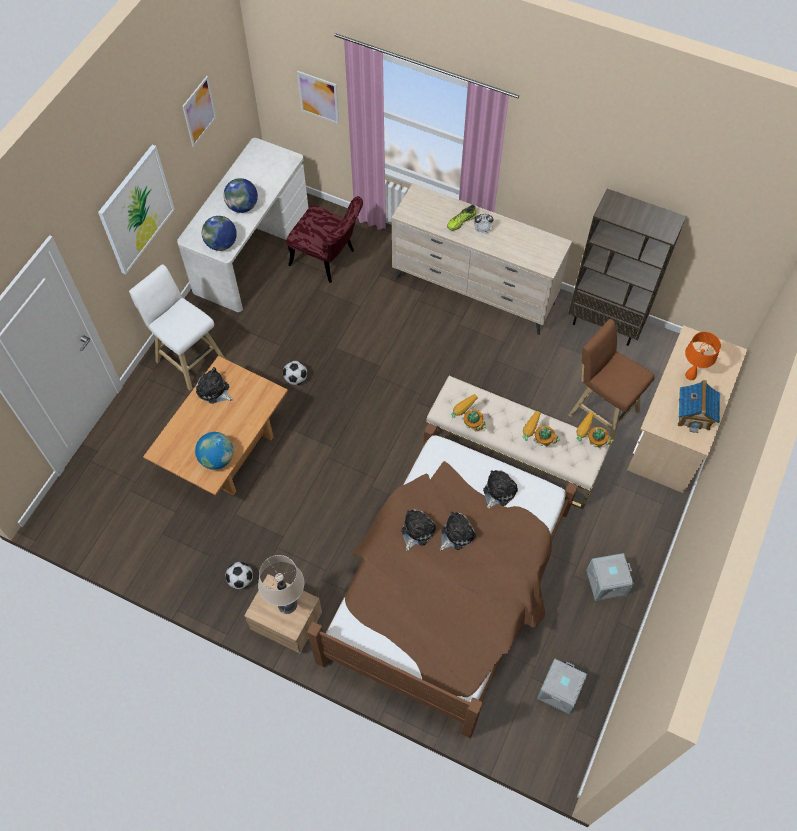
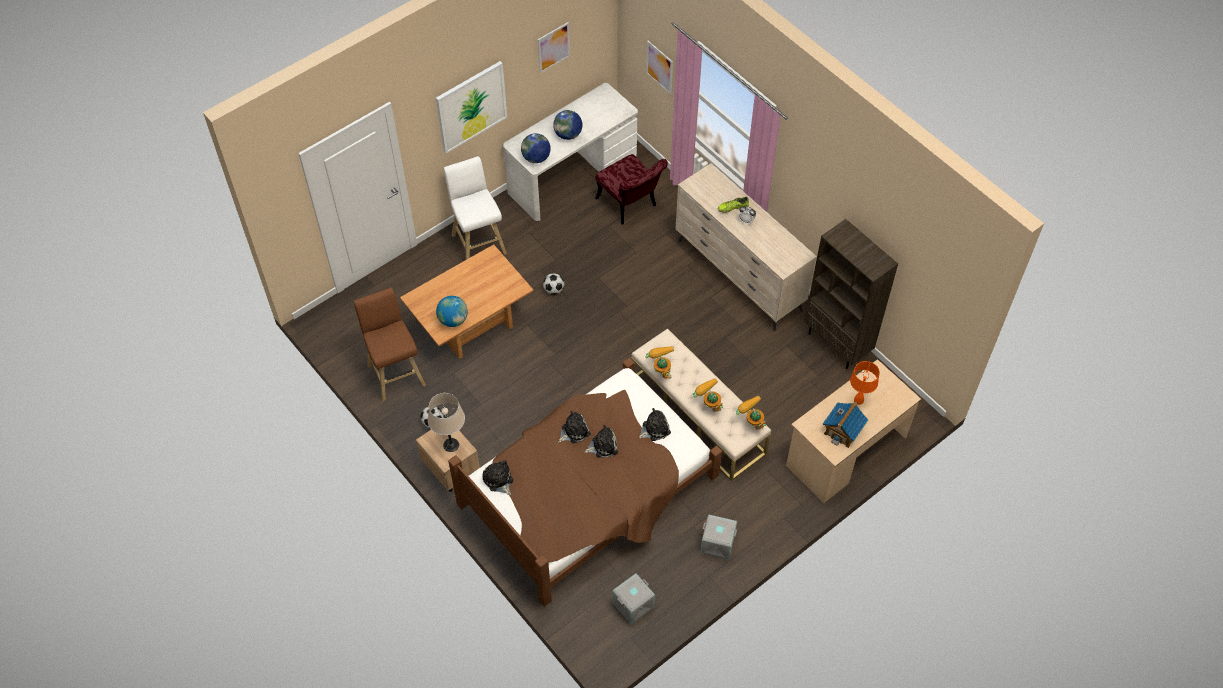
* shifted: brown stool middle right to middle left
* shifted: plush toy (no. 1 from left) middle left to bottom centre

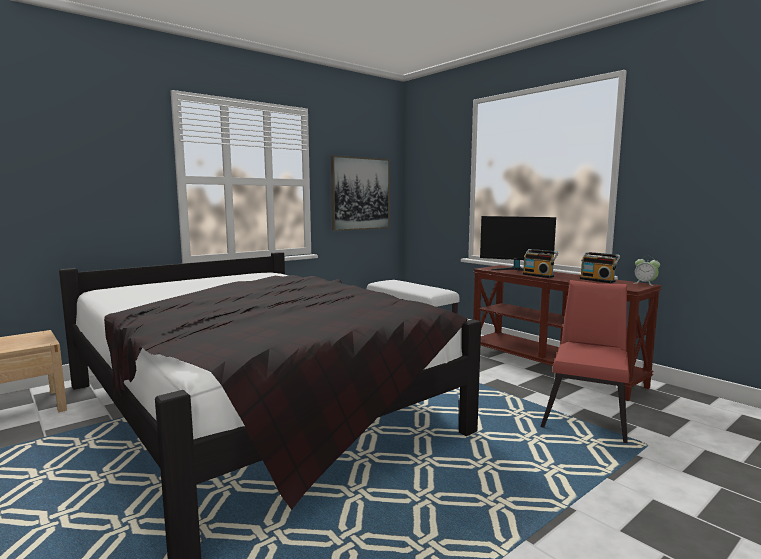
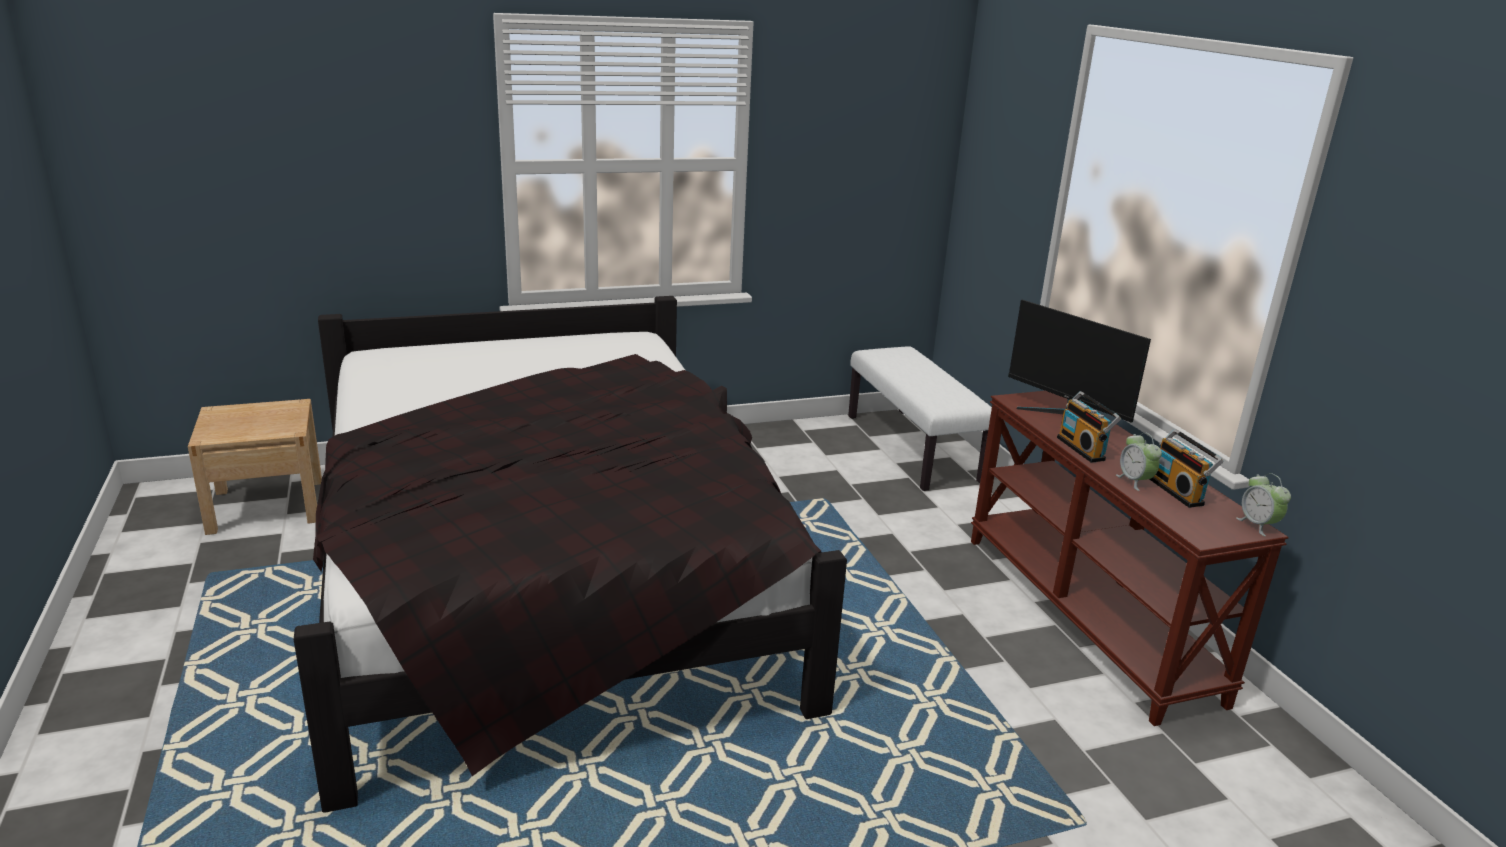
* gone: picture centre
* gone: red chair middle right
* new: alarm clock (no. 1 from left) middle right

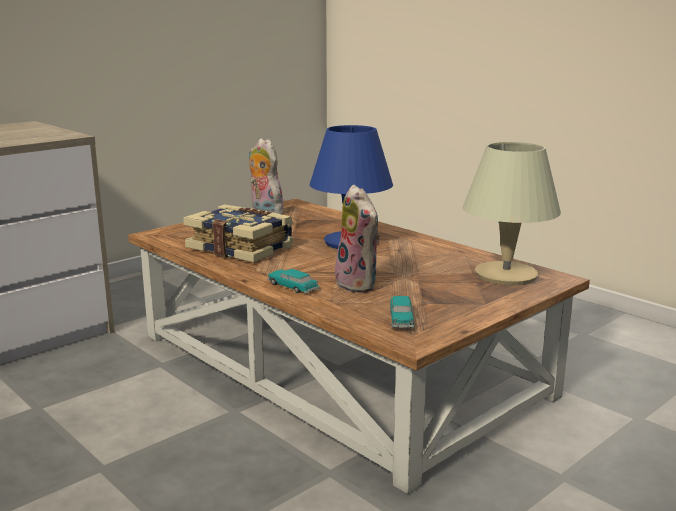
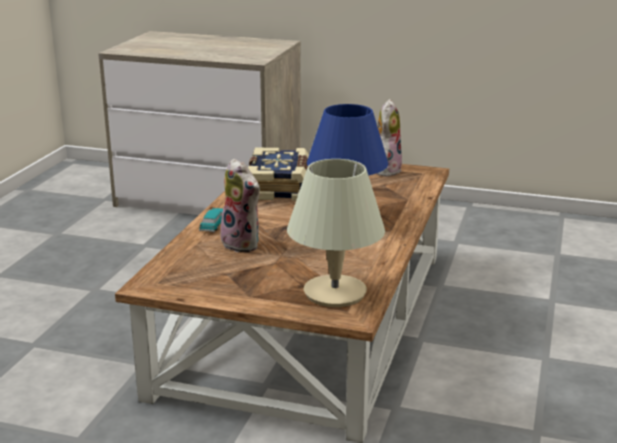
* rotated: plush toy (no. 2 from left in the first image) centre = centre 75 degrees counterclockwise
* gone: toy car (no. 2 from left) centre

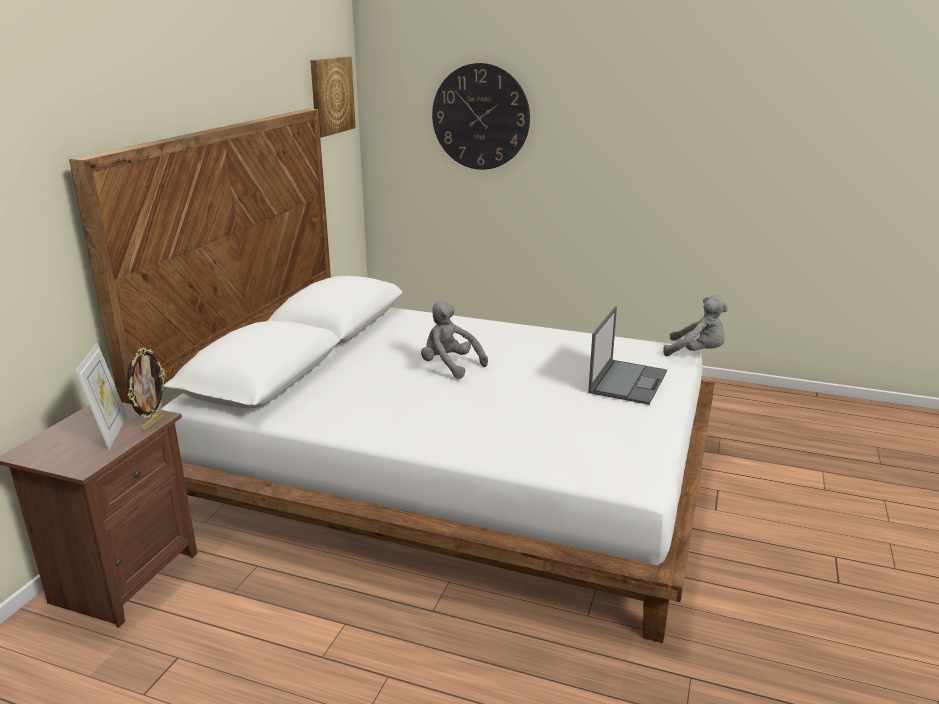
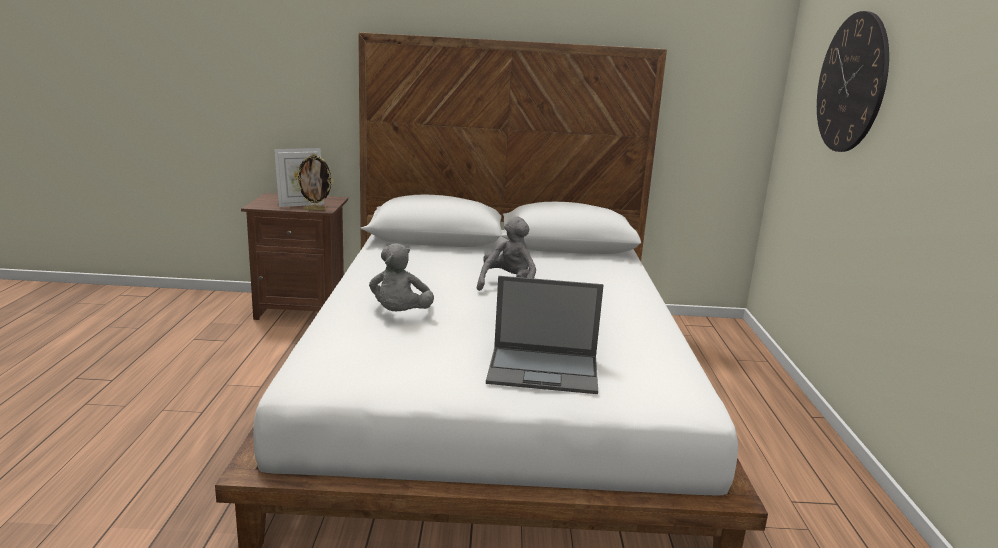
* gone: picture top centre
* shifted: grey plush toy (no. 2 from left in the first image) middle right to grey plush toy (no. 1 from left) centre

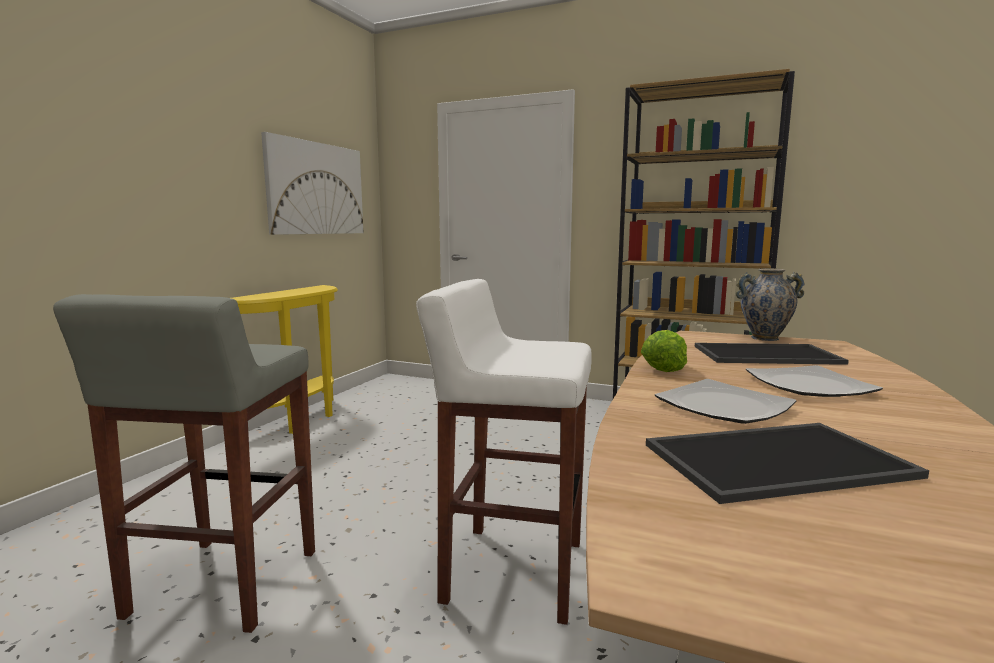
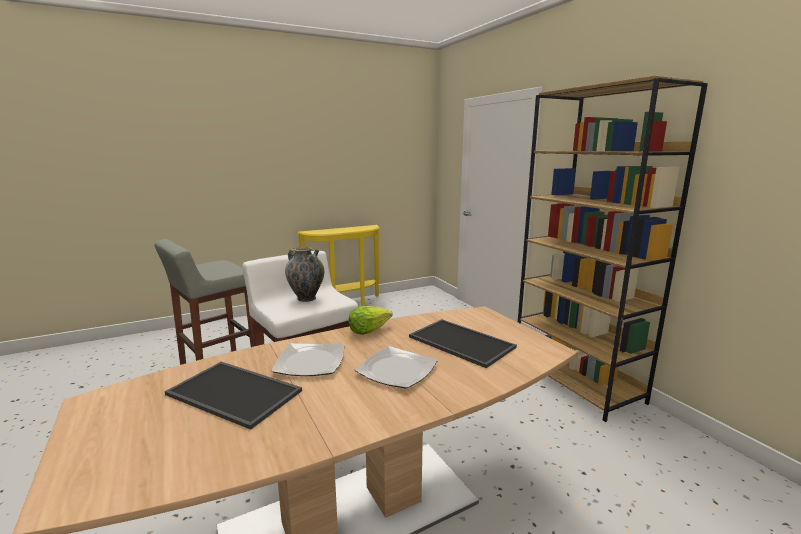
* gone: picture top left
* shifted: vase middle right to centre

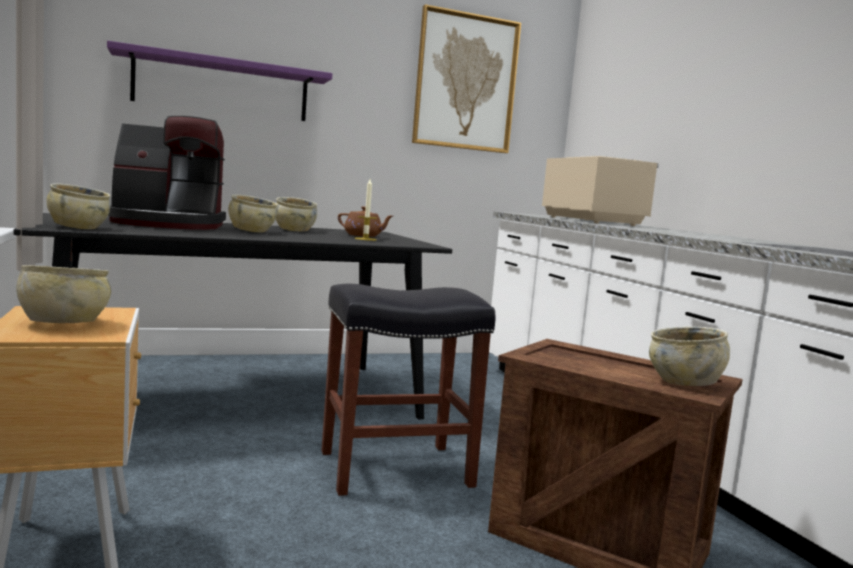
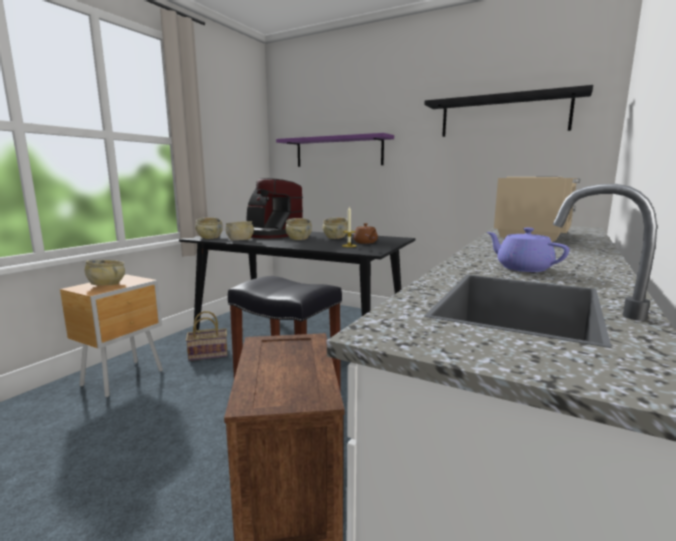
* swapped: picture top centre to black shelf top right
* shifted: beige bowl (no. 5 from left in the first image) middle right to beige bowl (no. 3 from left) centre
* new: purple teapot middle right
* new: basket middle left

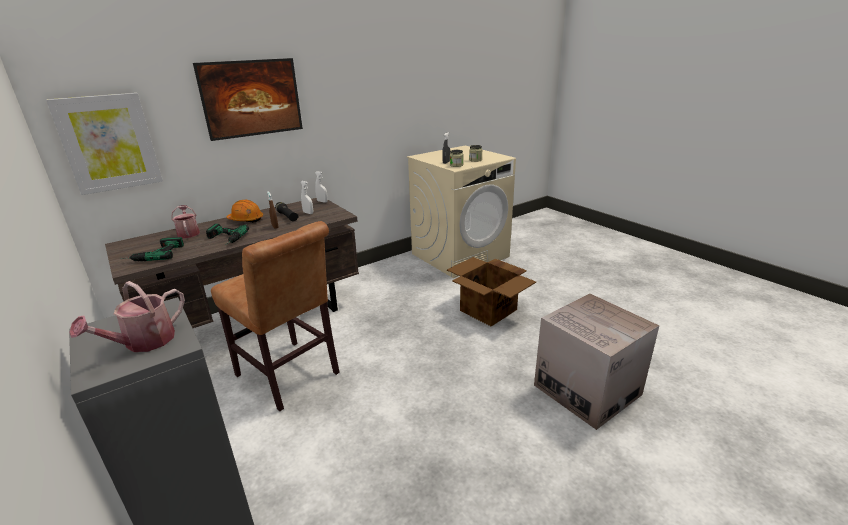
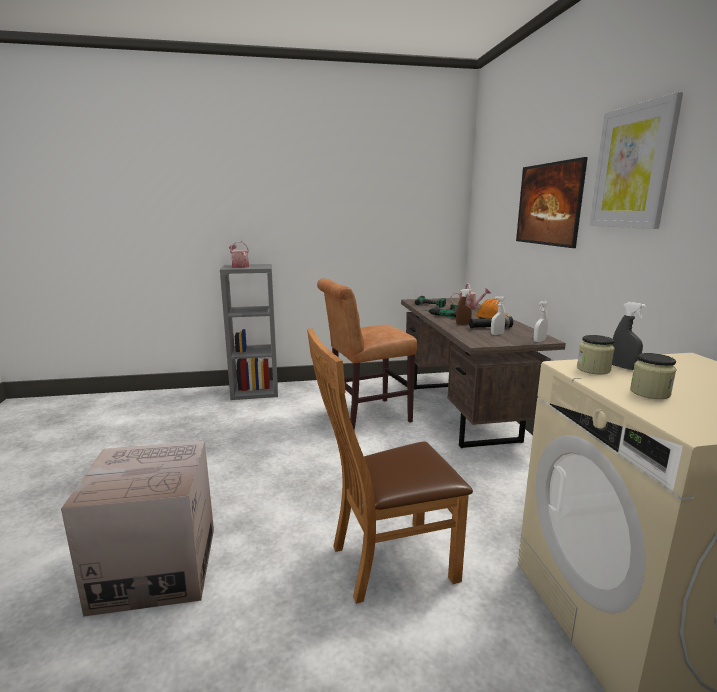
* shifted: picture (no. 1 from left in the first image) top left to picture (no. 2 from left) top right
* swapped: cardboard box (no. 1 from left) centre to brown chair (no. 2 from left) bottom centre

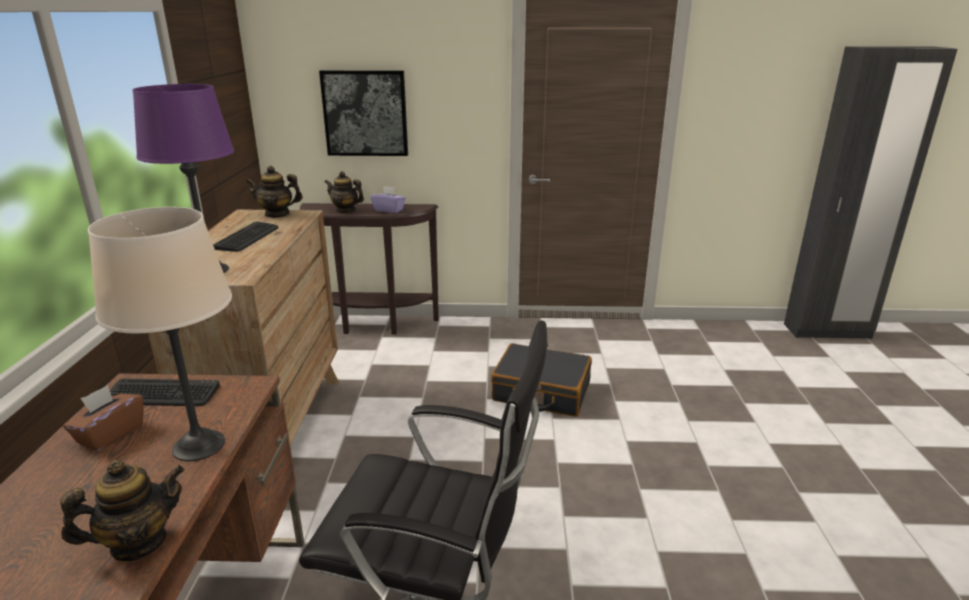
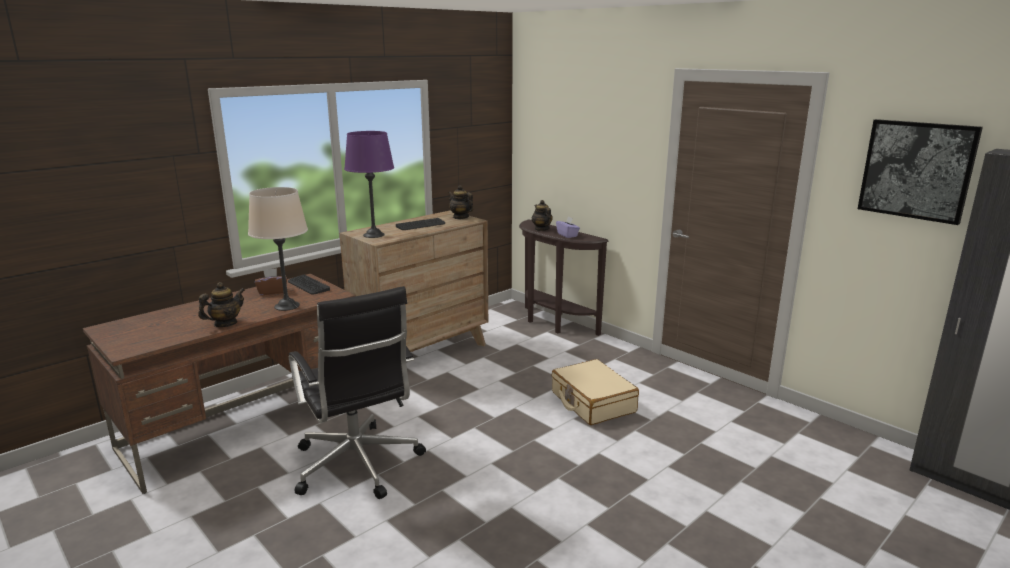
* shifted: picture top centre to top right
* repainted: black suitcase centre to beige suitcase bottom centre
* rotated: teapot (no. 1 from left) bottom left = middle left 60 degrees counterclockwise

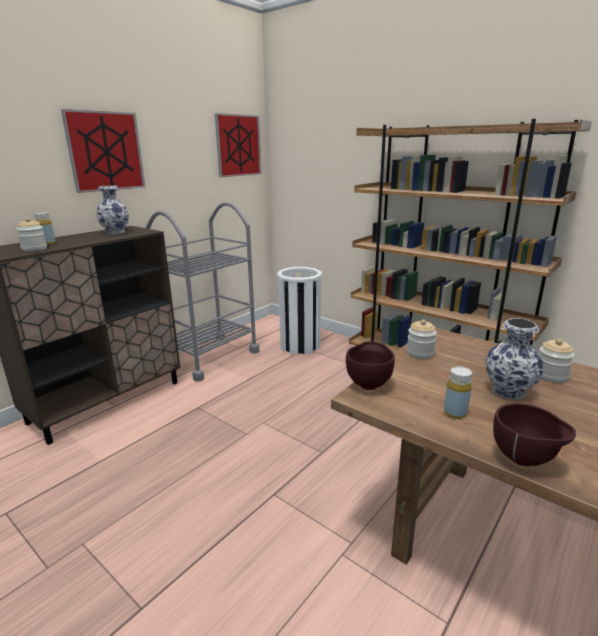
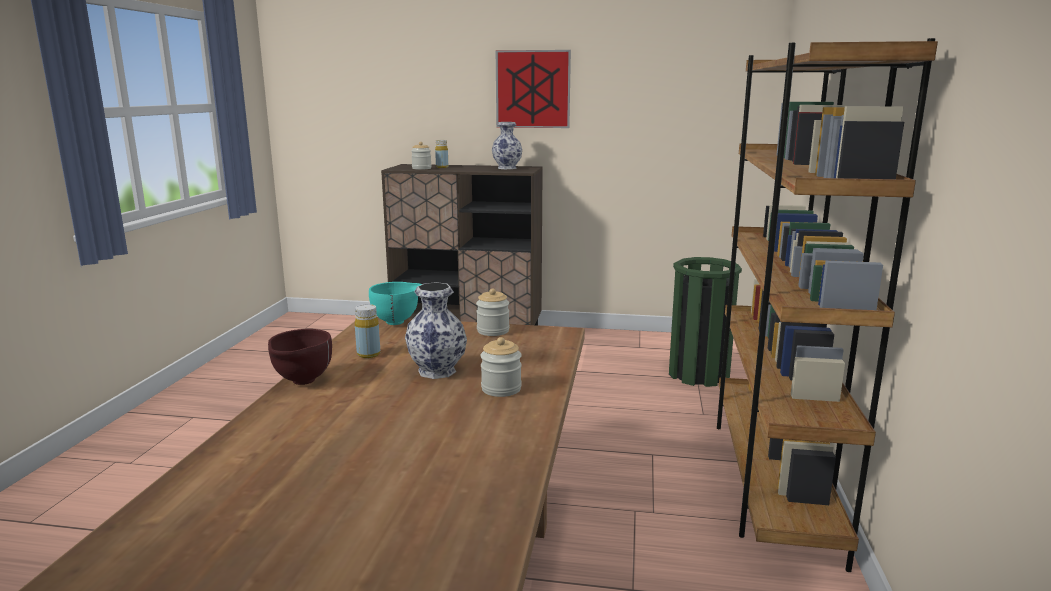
* gone: picture (no. 2 from left) top centre
* gone: grey cart centre
* repainted: white trash can centre to green trash can middle right
* repainted: brown bowl (no. 1 from left) centre to turquoise bowl centre

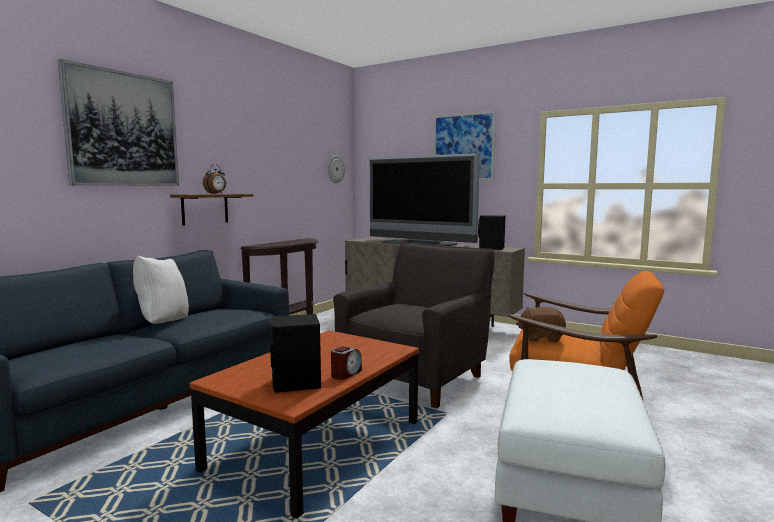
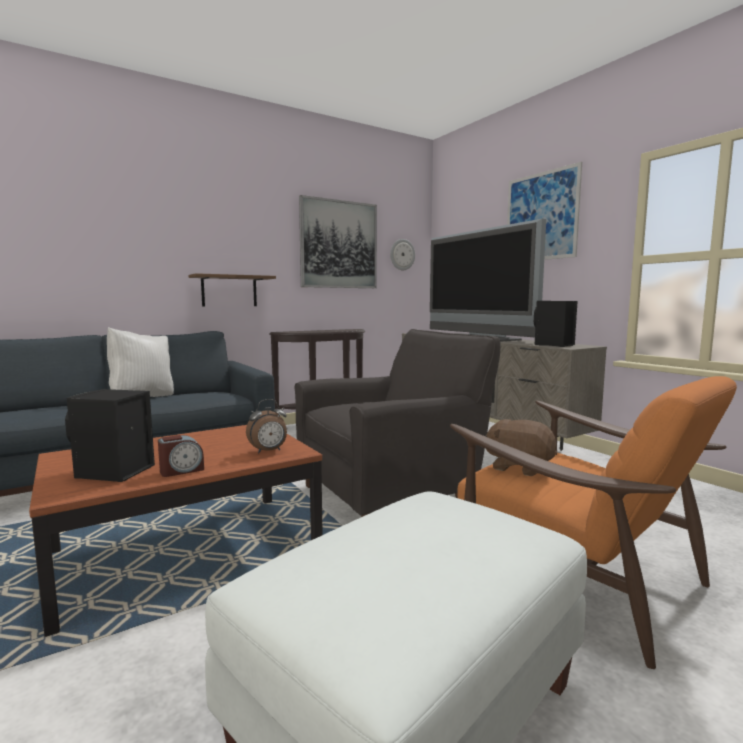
* shifted: picture (no. 1 from left) top left to top centre
* shifted: alarm clock (no. 1 from left in the first image) middle left to alarm clock (no. 2 from left) centre

